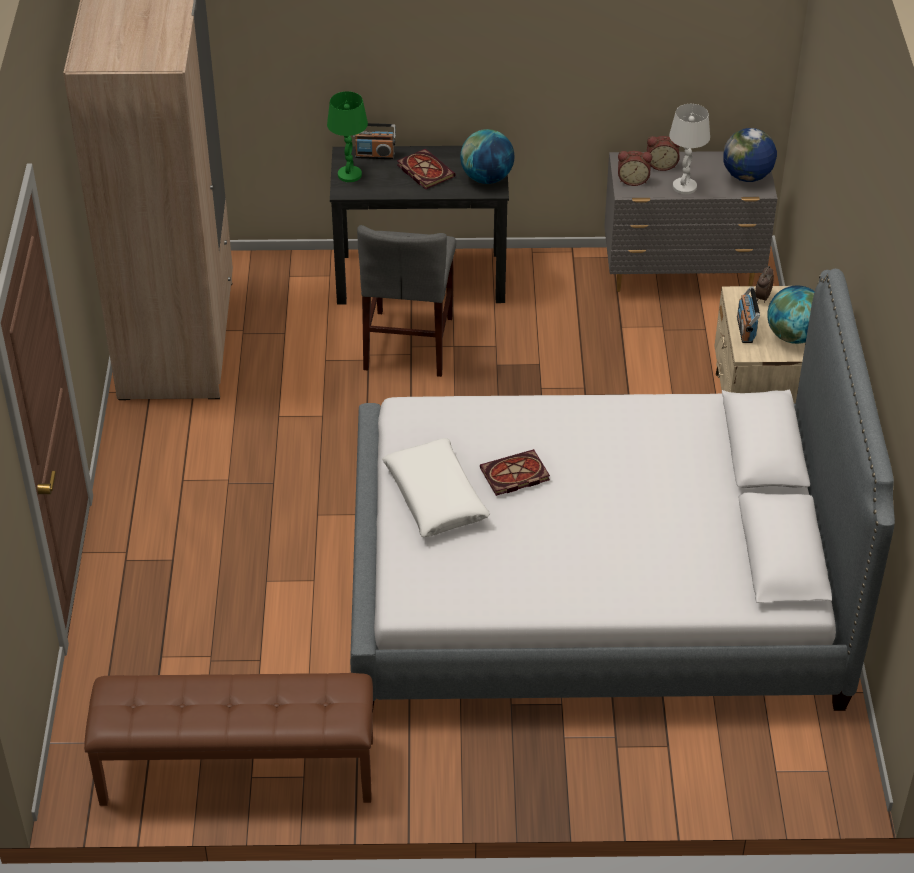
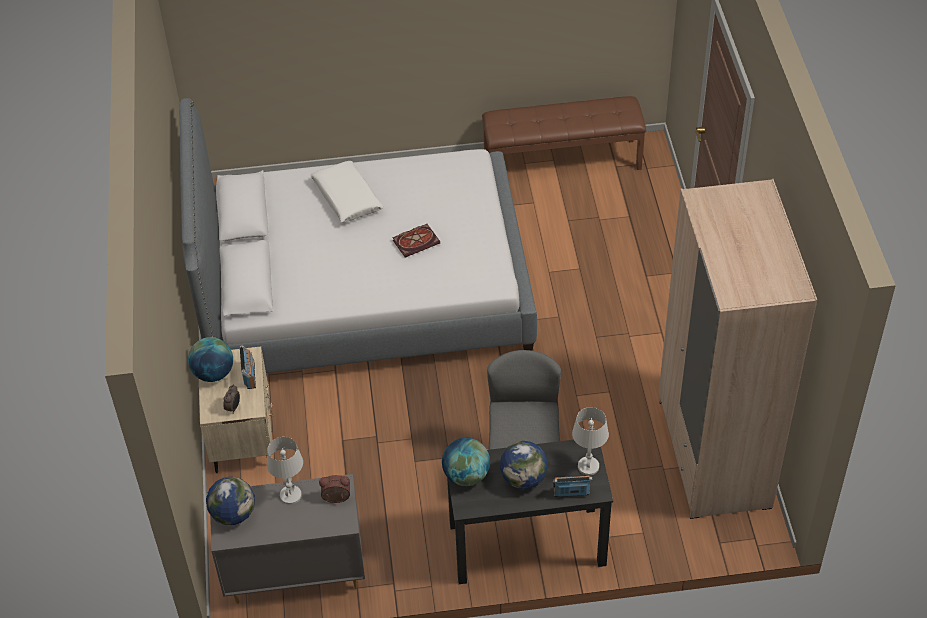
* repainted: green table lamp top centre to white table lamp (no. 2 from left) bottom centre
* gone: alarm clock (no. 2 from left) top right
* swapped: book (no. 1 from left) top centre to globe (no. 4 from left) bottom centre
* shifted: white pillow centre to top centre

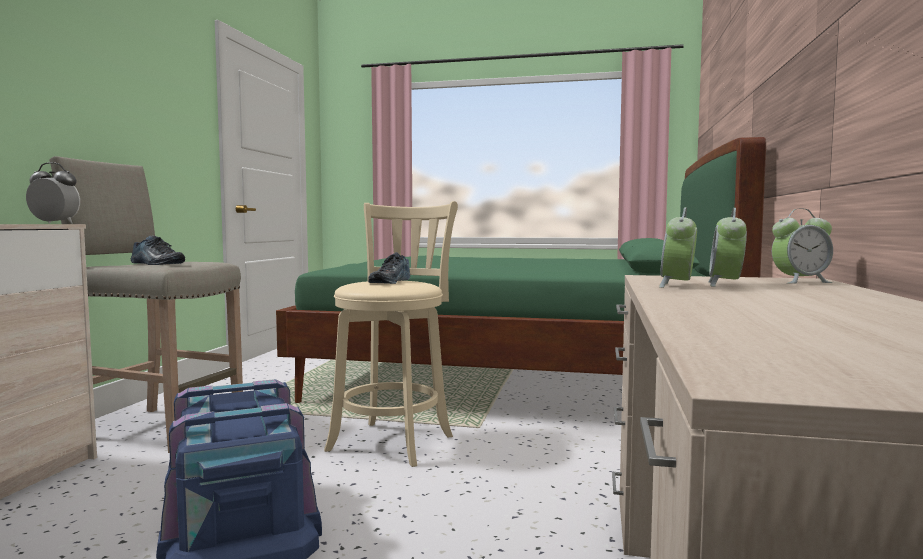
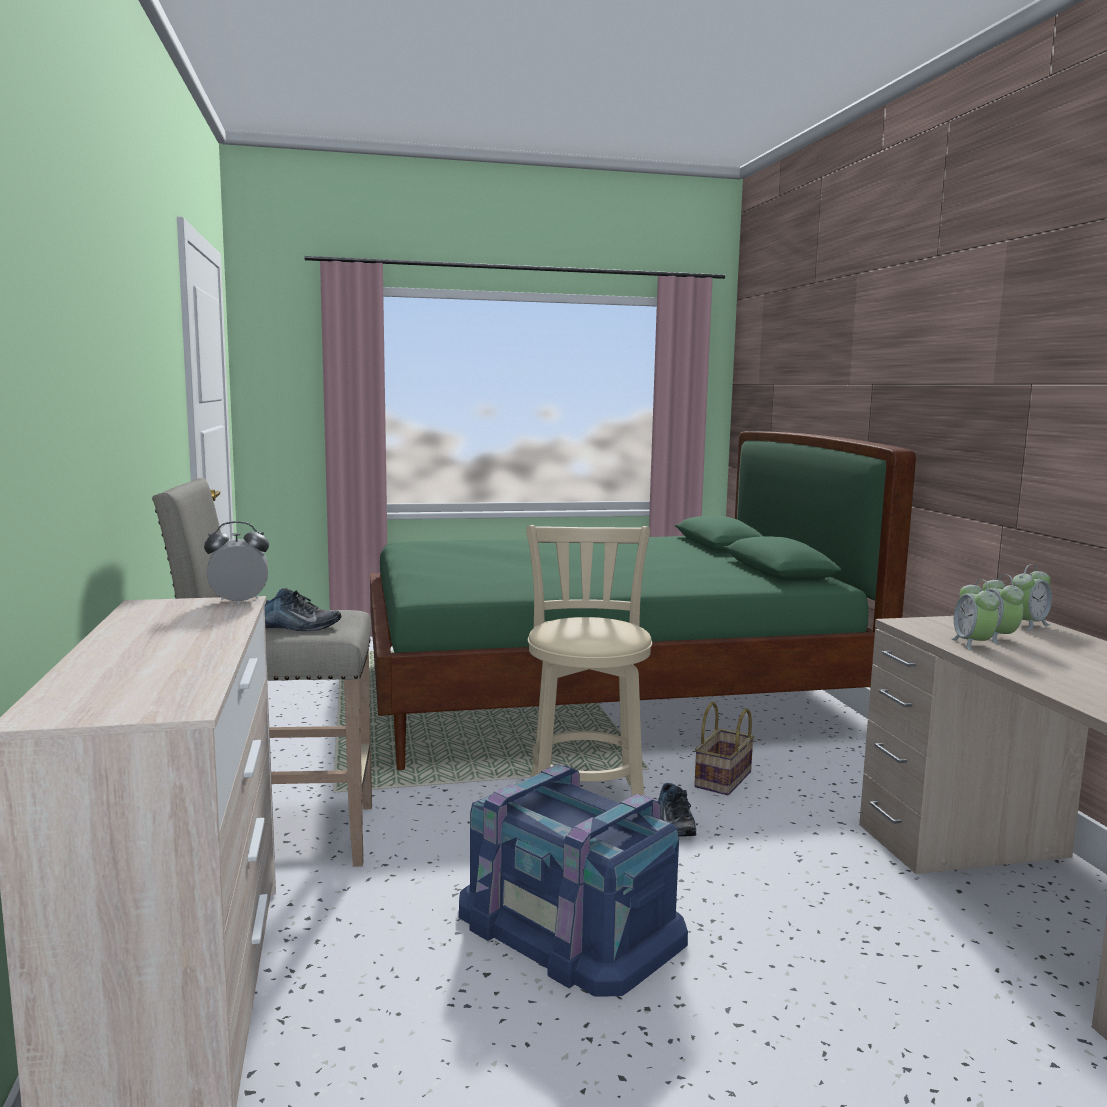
* shifted: shoe (no. 2 from left) centre to bottom centre
* new: basket bottom centre

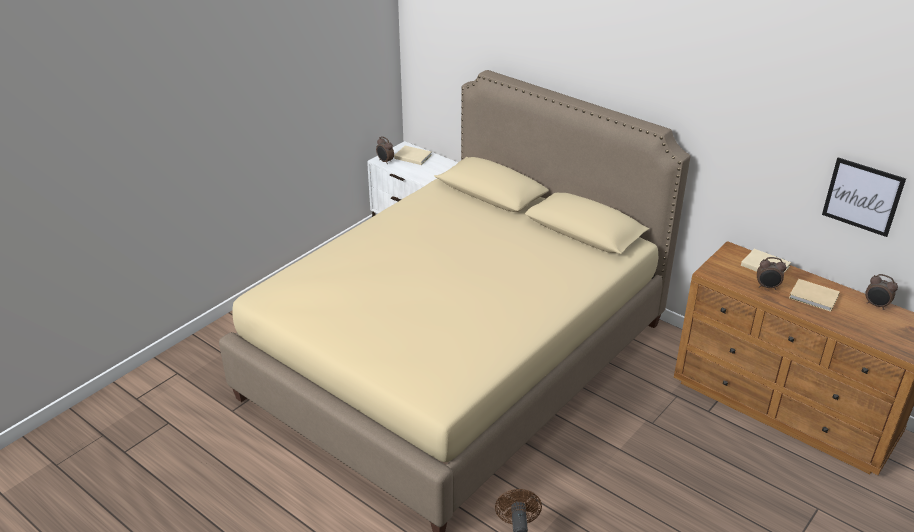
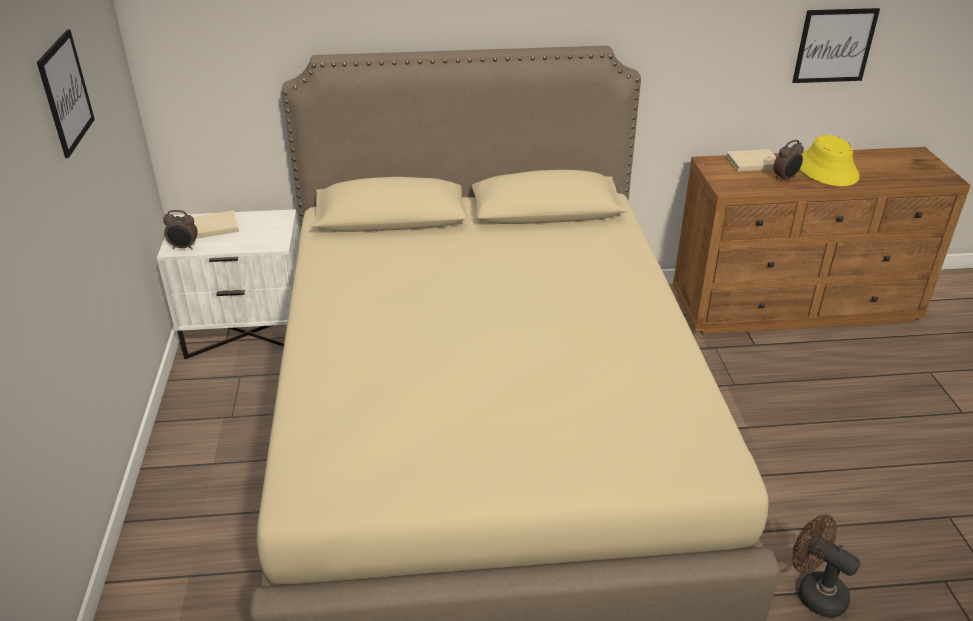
* gone: alarm clock (no. 3 from left) middle right
* swapped: beige book (no. 3 from left) middle right to yellow hat top right
* new: picture (no. 1 from left) top left

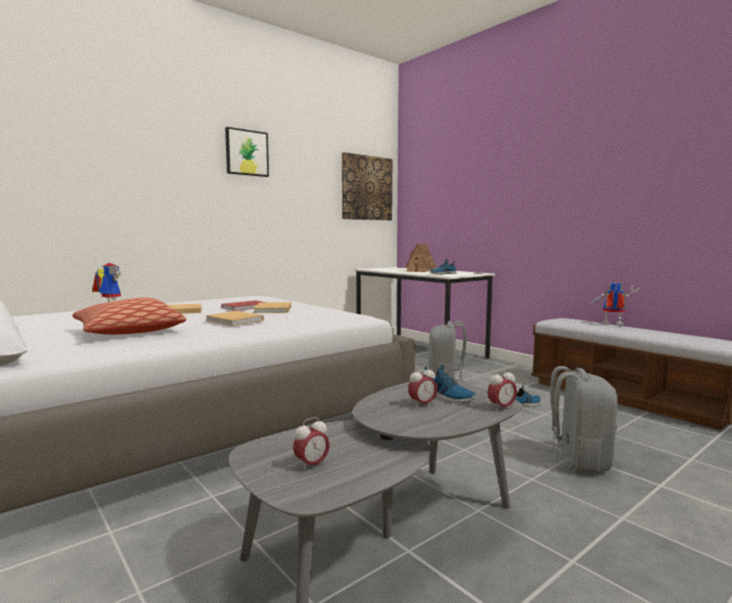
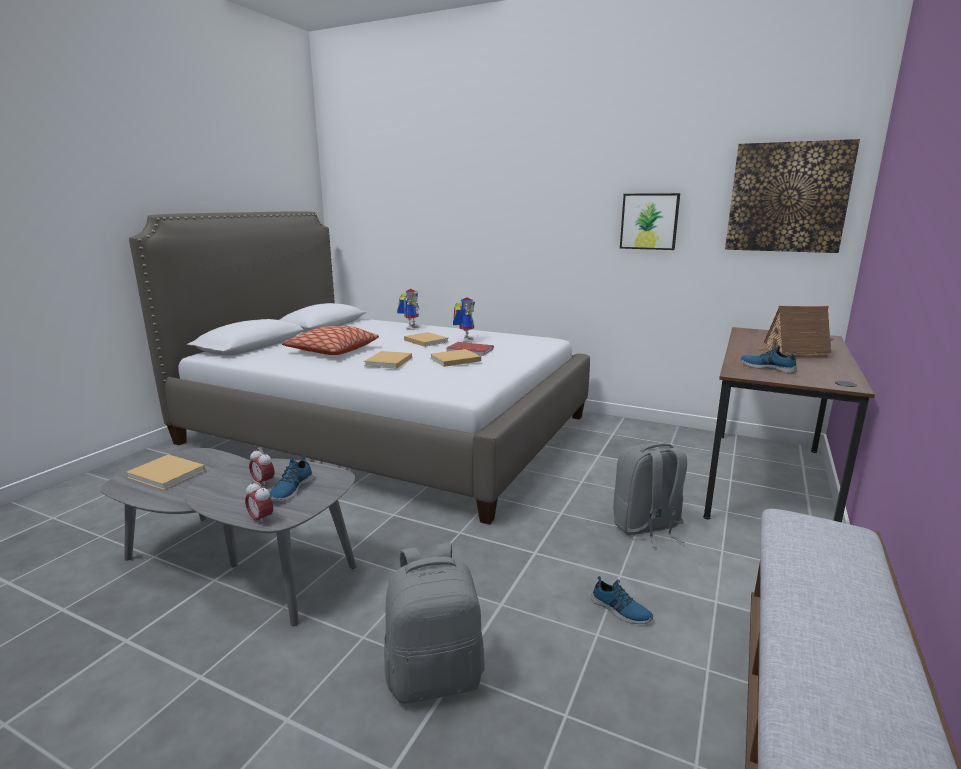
* shifted: picture (no. 1 from left) top centre to top right
* repainted: white desk centre to brown desk middle right
* shifted: toy robot (no. 2 from left) middle right to centre
* swapped: alarm clock (no. 1 from left) bottom centre to beige book (no. 1 from left) middle left

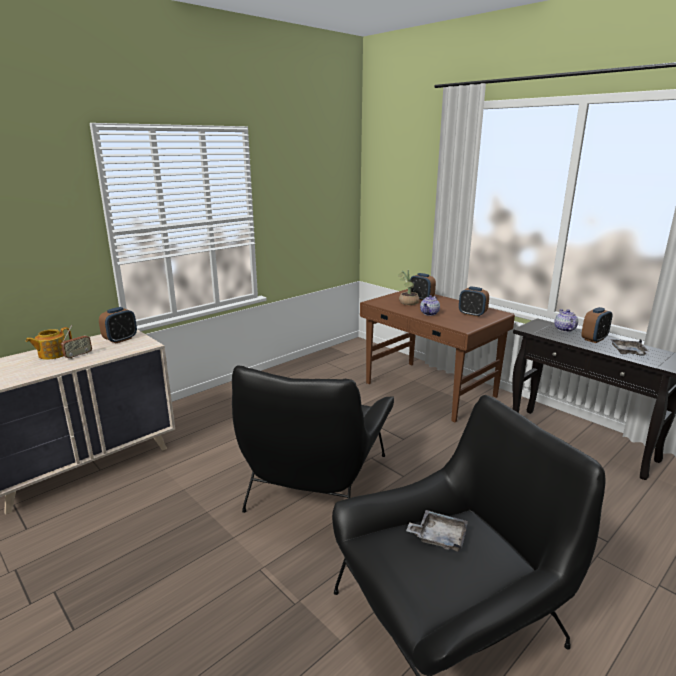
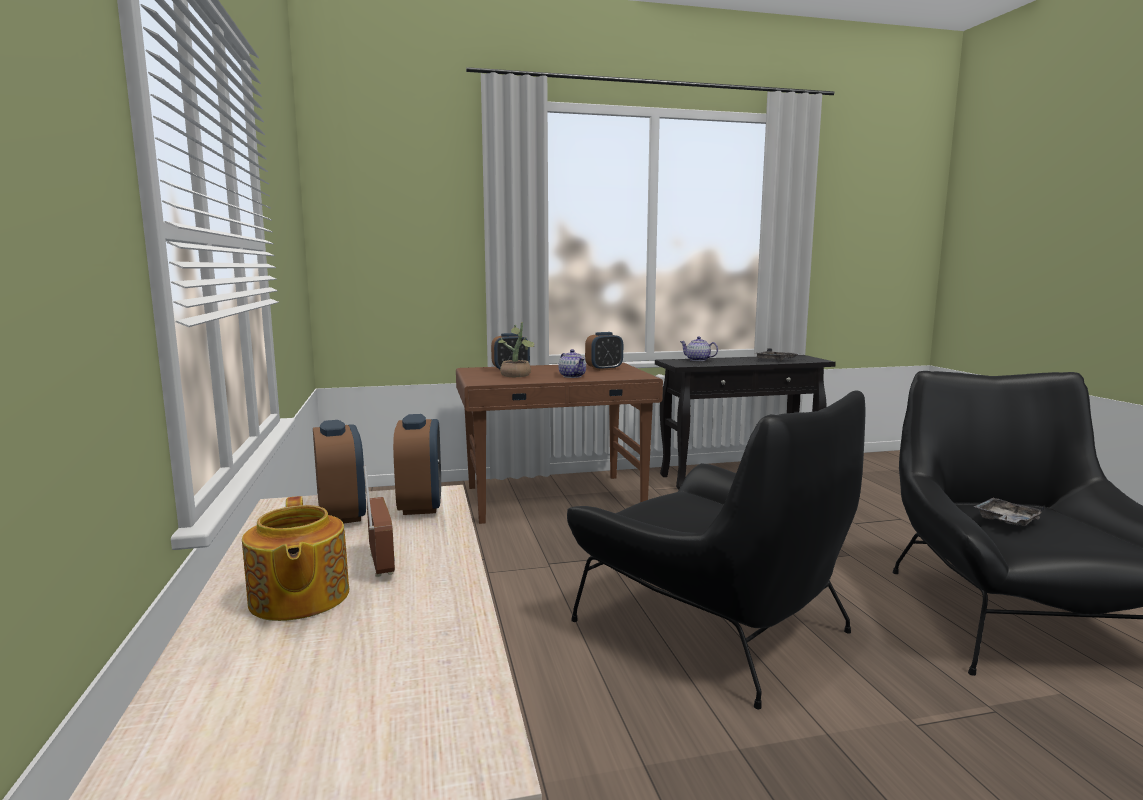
* shifted: alarm clock (no. 4 from left in the first image) middle right to alarm clock (no. 2 from left) centre

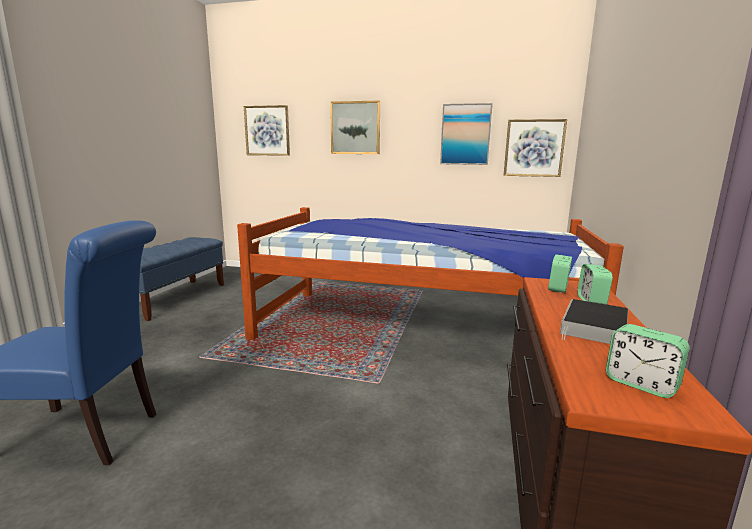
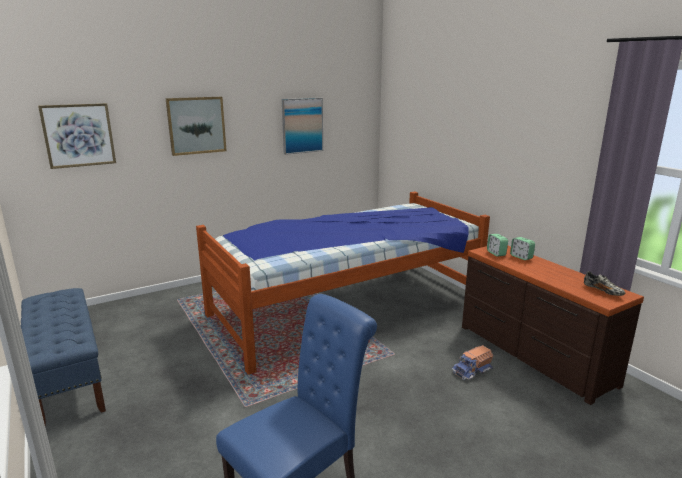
* gone: picture (no. 4 from left) top right
* gone: book middle right
* swapped: alarm clock (no. 3 from left) bottom right to shoe middle right
* new: toy truck bottom right

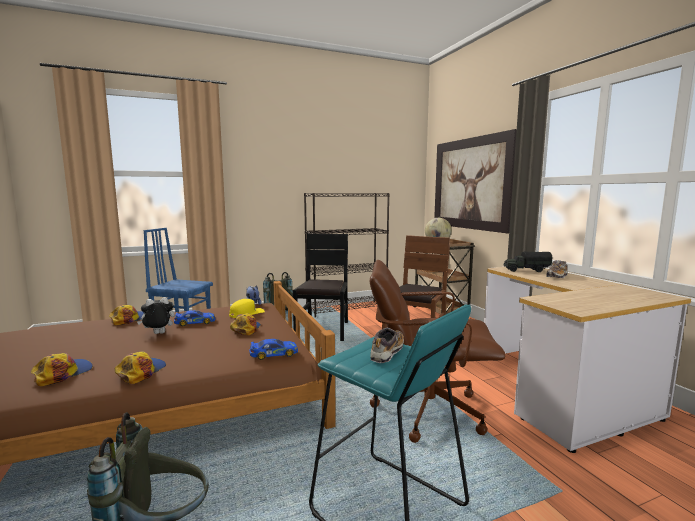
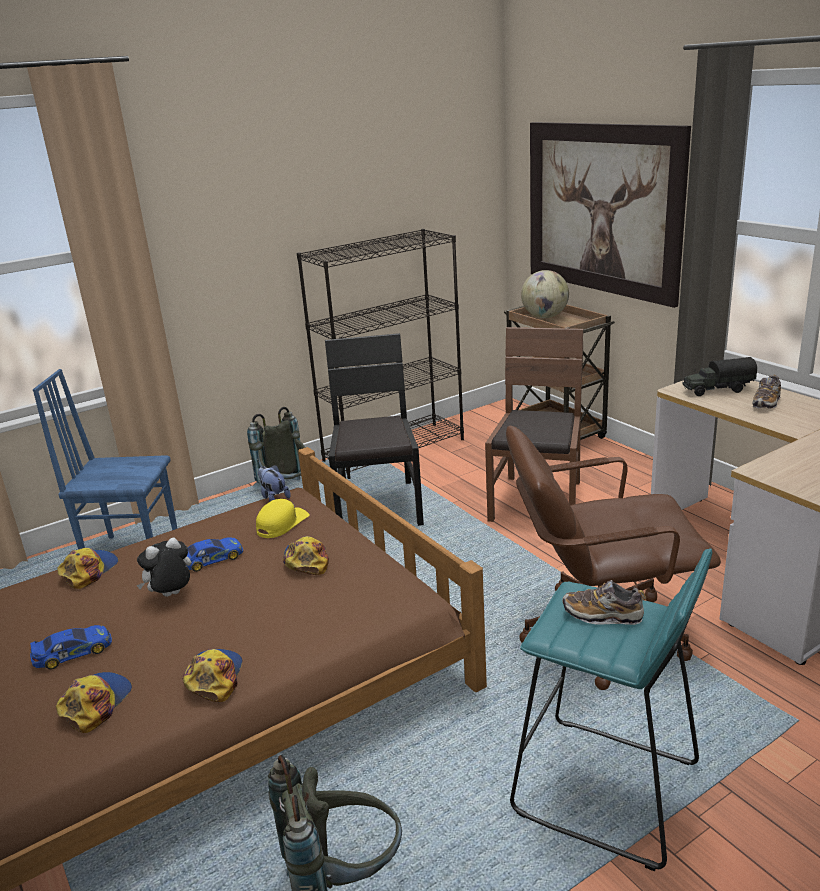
* rotated: shoe (no. 1 from left) centre = bottom right 90 degrees counterclockwise
* shifted: toy car (no. 2 from left in the first image) bottom centre to toy car (no. 1 from left) bottom left

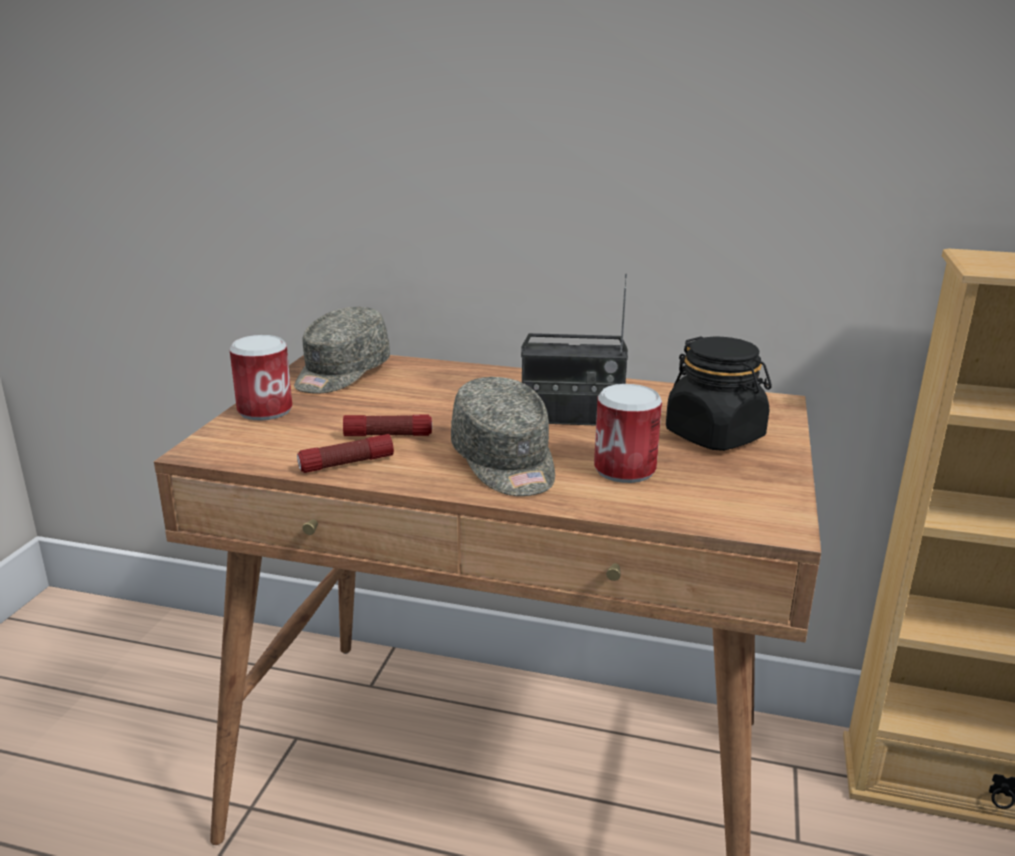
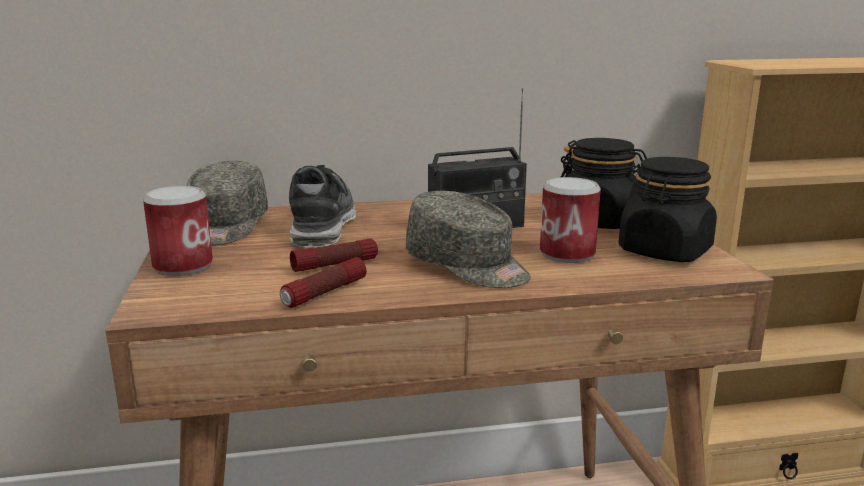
* new: black jar (no. 2 from left) middle right
* new: shoe centre

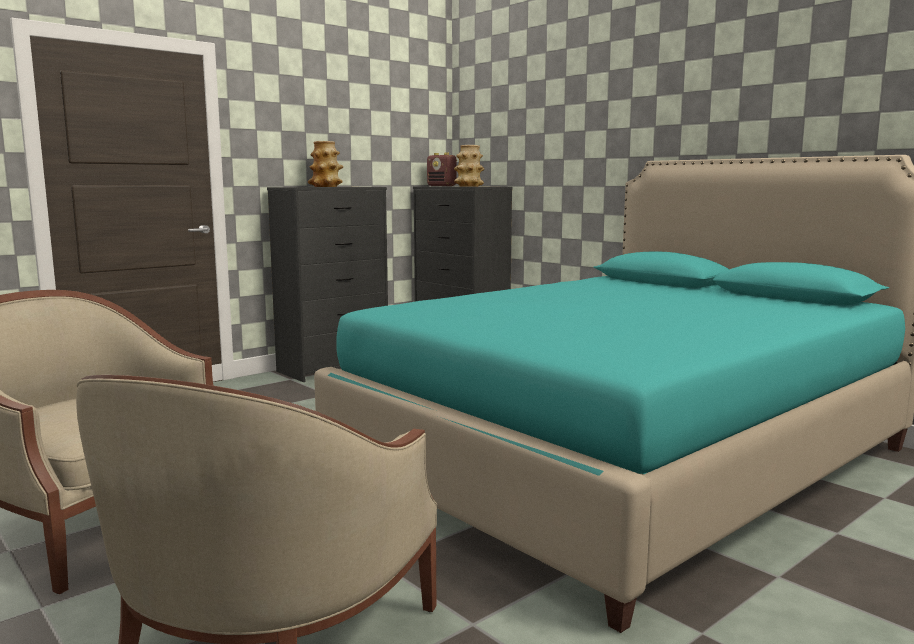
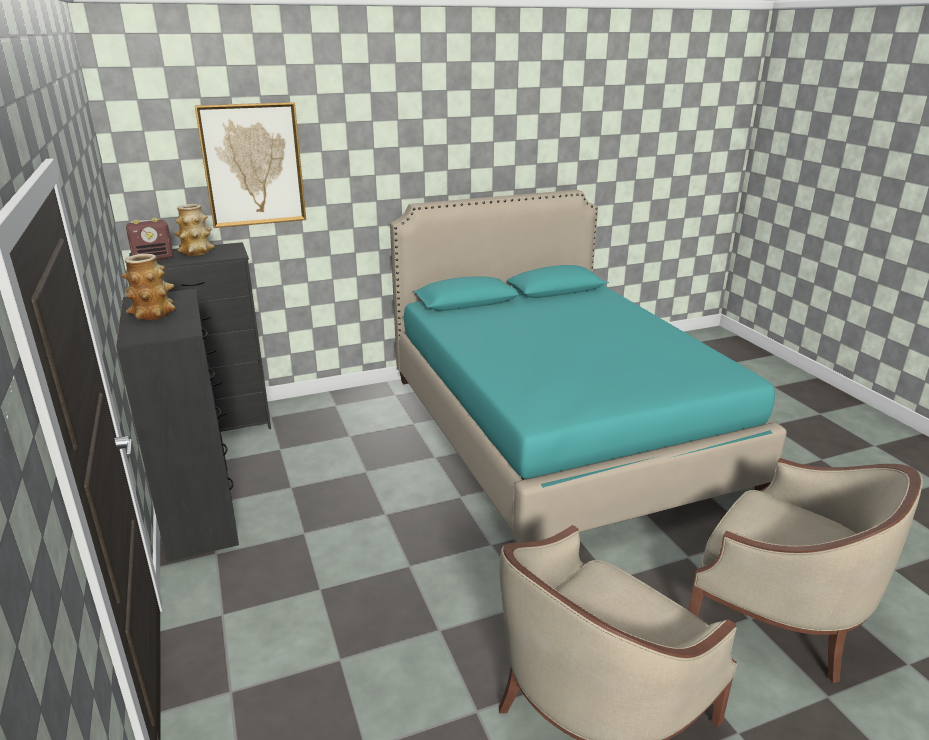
* new: picture top left

